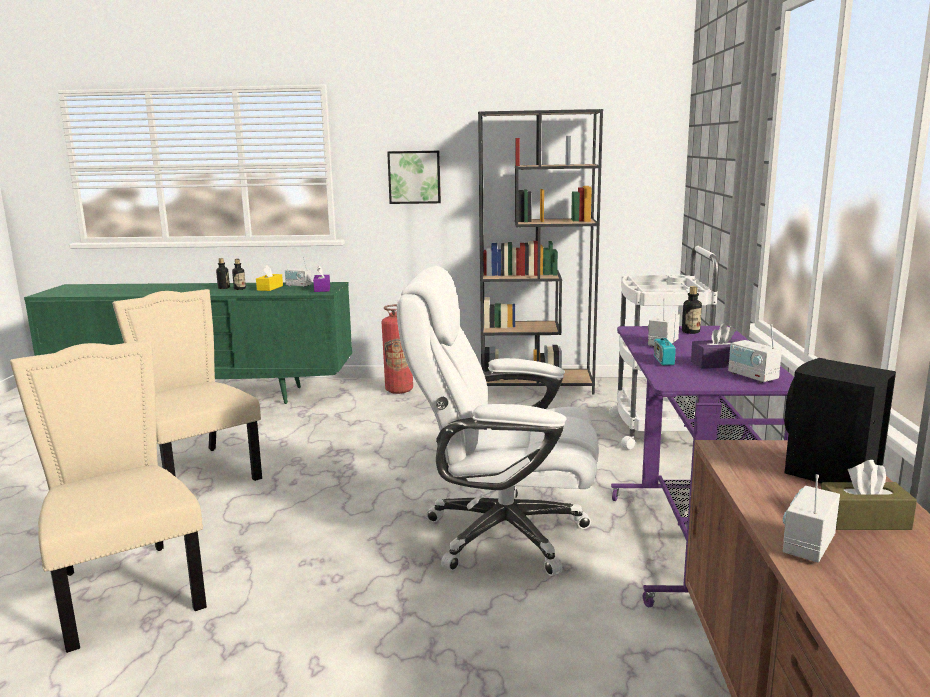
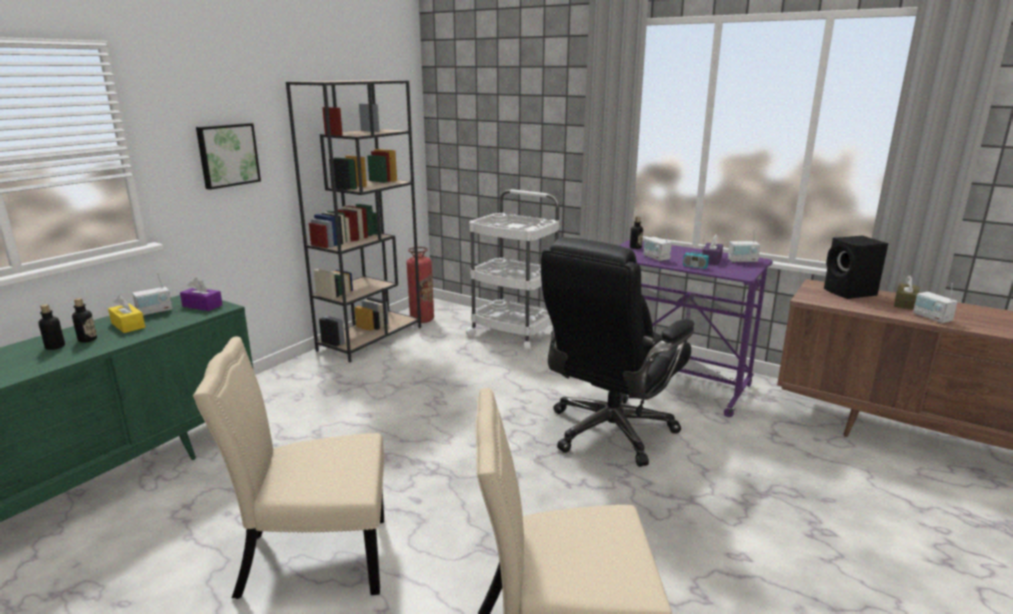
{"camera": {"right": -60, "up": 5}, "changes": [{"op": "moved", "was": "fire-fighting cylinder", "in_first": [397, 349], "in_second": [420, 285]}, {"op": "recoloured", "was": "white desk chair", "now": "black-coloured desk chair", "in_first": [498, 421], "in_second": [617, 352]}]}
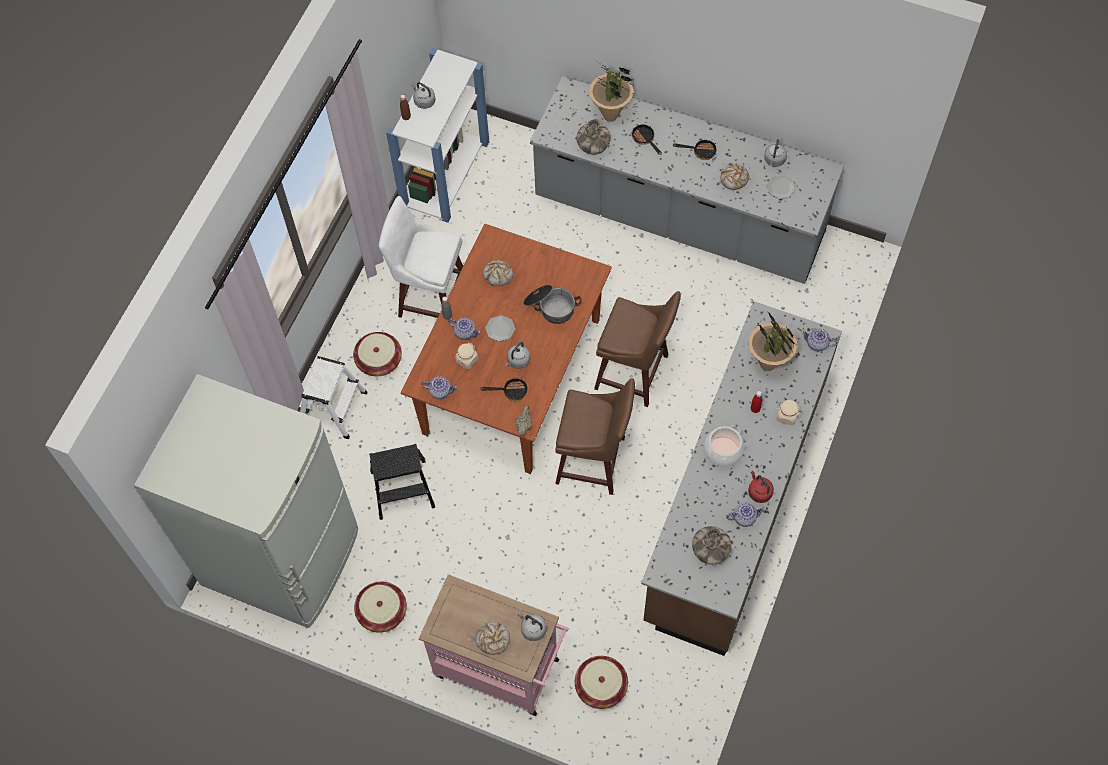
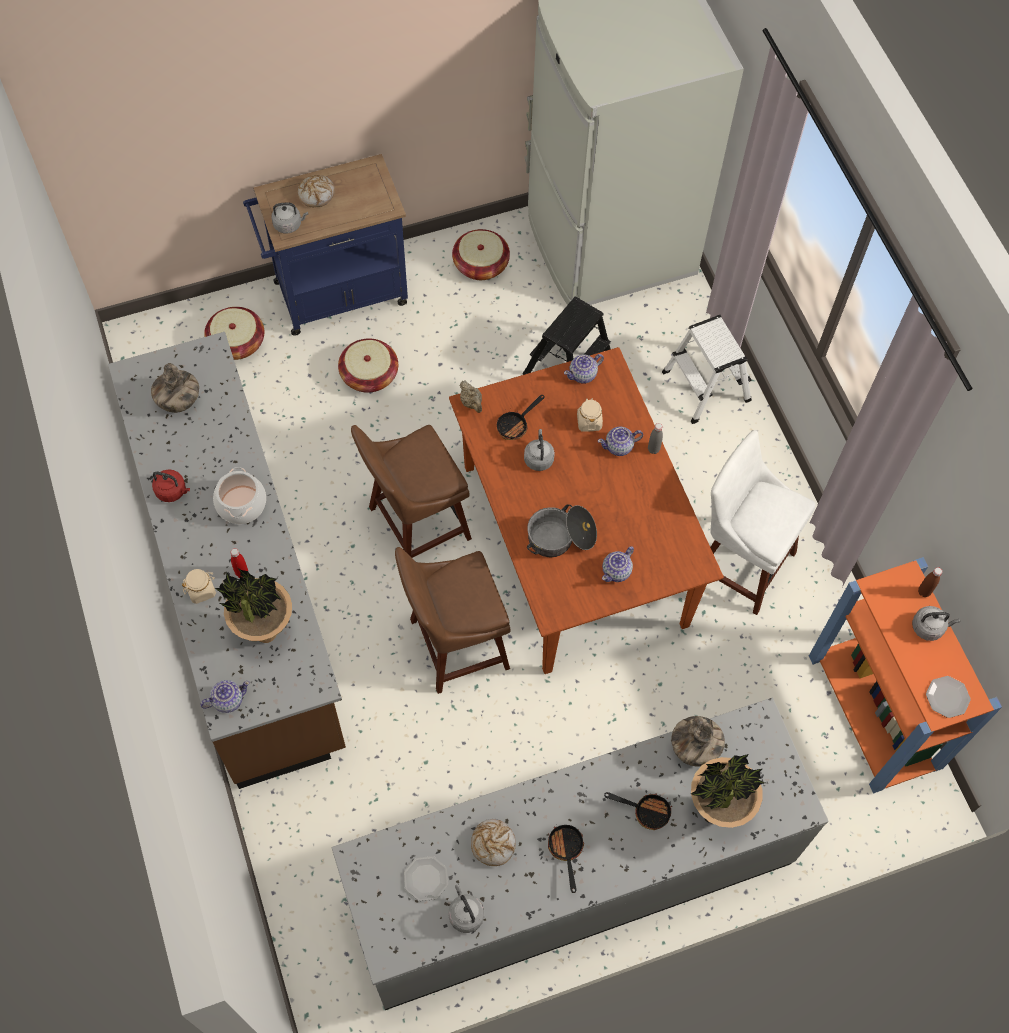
{"camera": {"right": 135, "up": 0}, "changes": [{"op": "recoloured", "was": "pink-coloured cart", "now": "bluish cart", "in_first": [494, 645], "in_second": [325, 245]}, {"op": "moved", "was": "storage basket", "in_first": [377, 354], "in_second": [368, 365]}, {"op": "turned", "was": "pan", "in_first": [695, 149], "in_second": [566, 859], "clockwise": 120}, {"op": "moved", "was": "pot for tea", "in_first": [746, 515], "in_second": [618, 564]}, {"op": "turned", "was": "white plain chair", "in_first": [421, 257], "in_second": [763, 522], "clockwise": -120}, {"op": "recoloured", "was": "white bookshelf", "now": "orangey bookshelf", "in_first": [437, 135], "in_second": [905, 675]}, {"op": "moved", "was": "plate", "in_first": [500, 328], "in_second": [948, 697]}, {"op": "removed", "was": "baked bread", "in_first": [498, 273]}]}
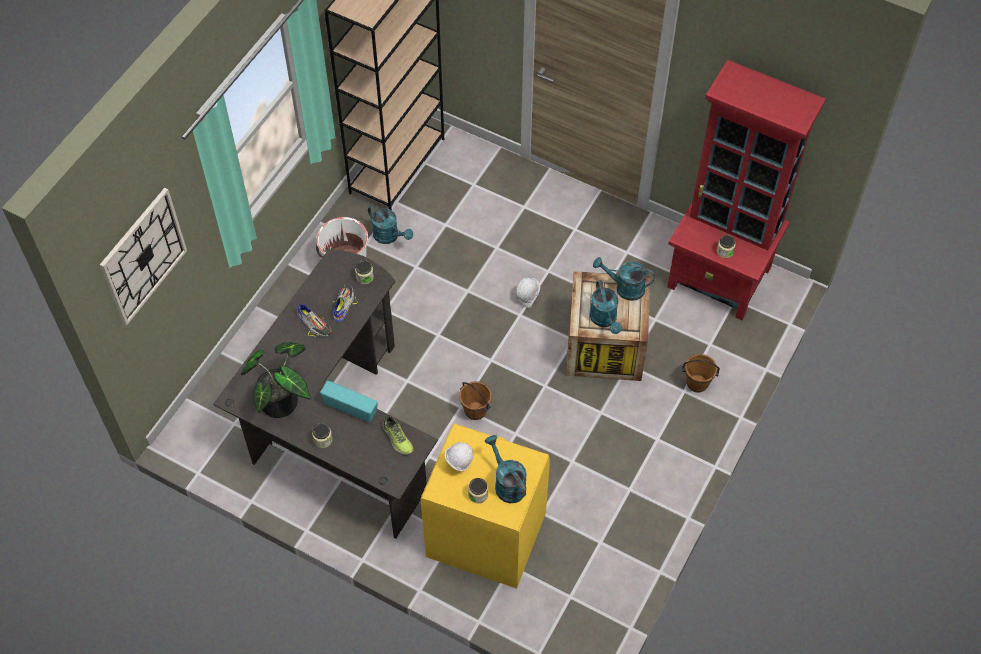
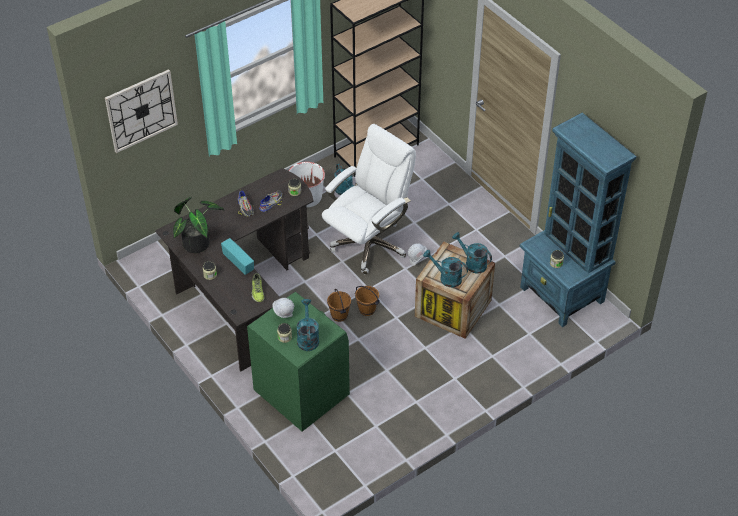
{"camera": {"right": 25, "up": -10}, "changes": [{"op": "recoloured", "was": "yellowish laundry appliance", "now": "green laundry appliance", "in_first": [485, 506], "in_second": [298, 362]}, {"op": "added", "now": "white desk chair", "in_second": [369, 199]}, {"op": "moved", "was": "brown-coloured bucket", "in_first": [701, 373], "in_second": [367, 301]}, {"op": "turned", "was": "turquoise-coloured watering pot", "in_first": [606, 307], "in_second": [445, 268], "clockwise": 105}, {"op": "recoloured", "was": "reddish storage cabinet", "now": "bluish storage cabinet", "in_first": [746, 190], "in_second": [578, 220]}]}
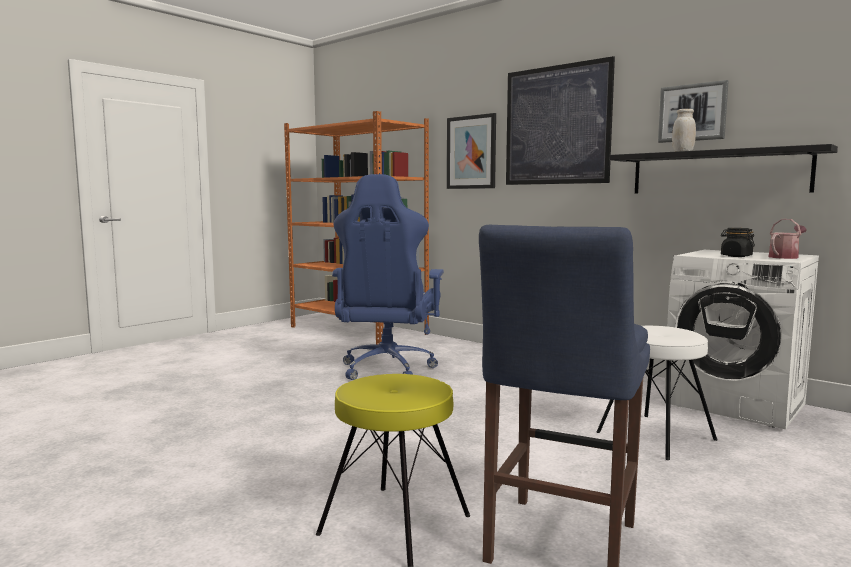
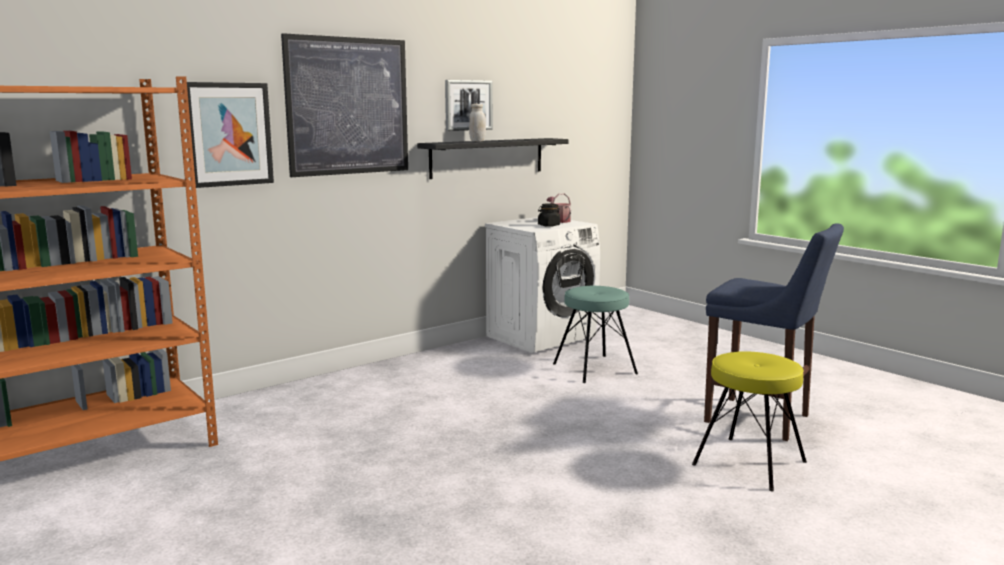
{"camera": {"right": -80, "up": 5}, "changes": [{"op": "recoloured", "was": "white stool seat", "now": "turquoise-coloured stool seat", "in_first": [656, 393], "in_second": [595, 334]}, {"op": "removed", "was": "bluish desk chair", "in_first": [388, 277]}]}
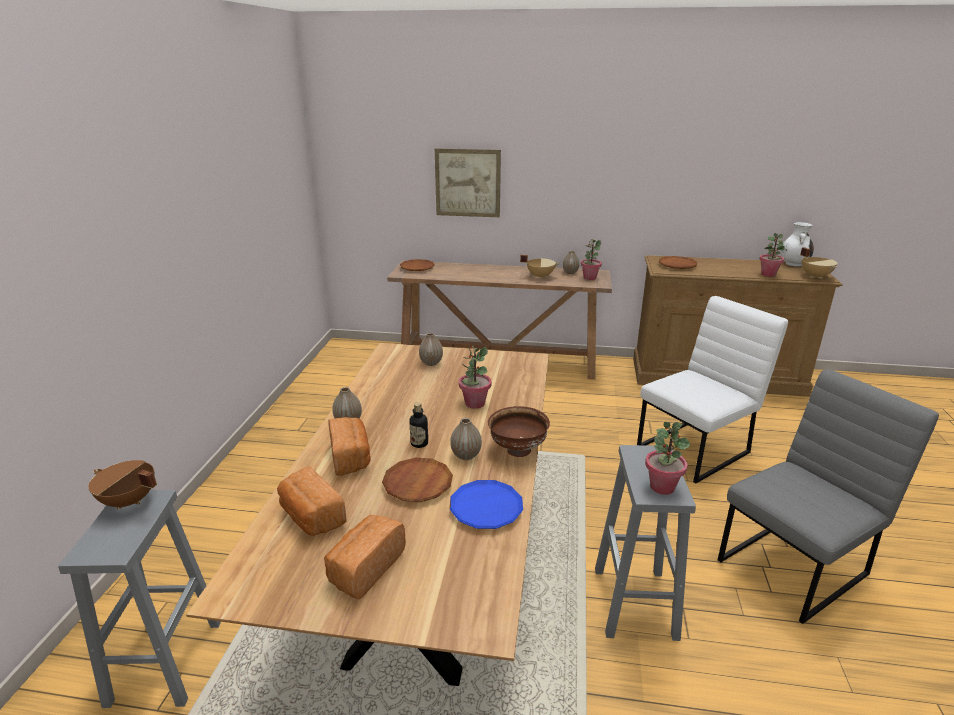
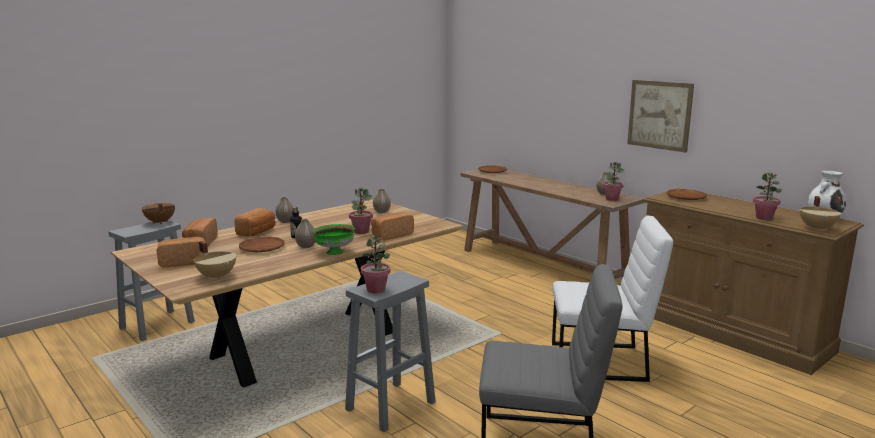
{"camera": {"right": 40, "up": -10}, "changes": [{"op": "moved", "was": "sand-coloured saucepot", "in_first": [540, 267], "in_second": [214, 260]}, {"op": "recoloured", "was": "brown-coloured deep dish", "now": "green deep dish", "in_first": [519, 431], "in_second": [333, 239]}, {"op": "added", "now": "baked bread", "in_second": [392, 226]}, {"op": "moved", "was": "wall picture", "in_first": [468, 182], "in_second": [660, 116]}, {"op": "removed", "was": "bluish plate", "in_first": [486, 504]}]}
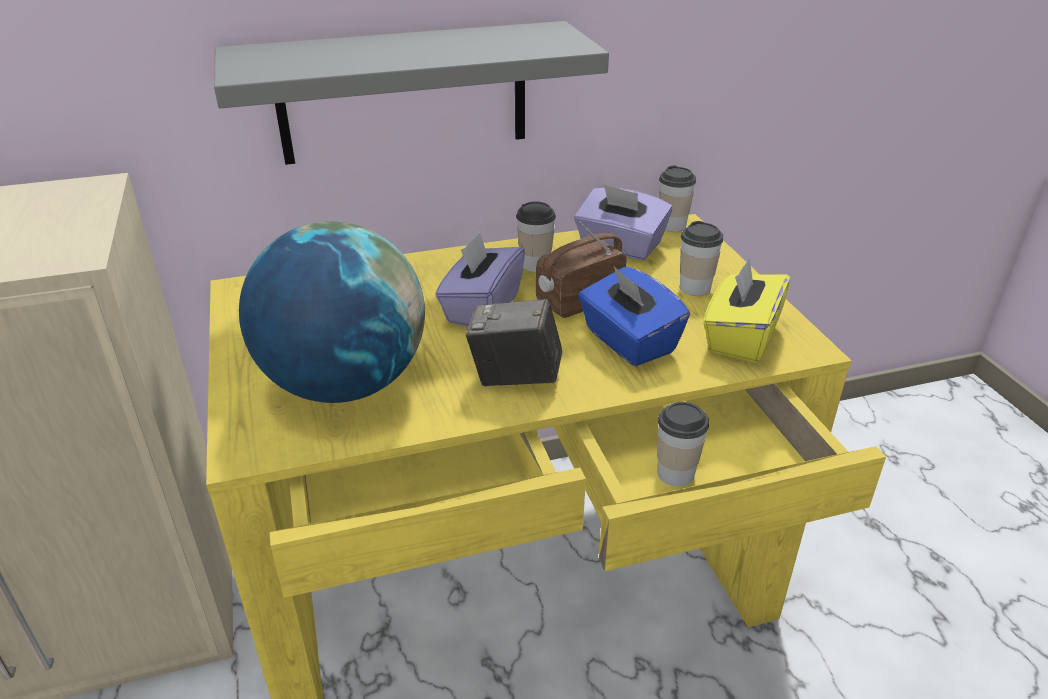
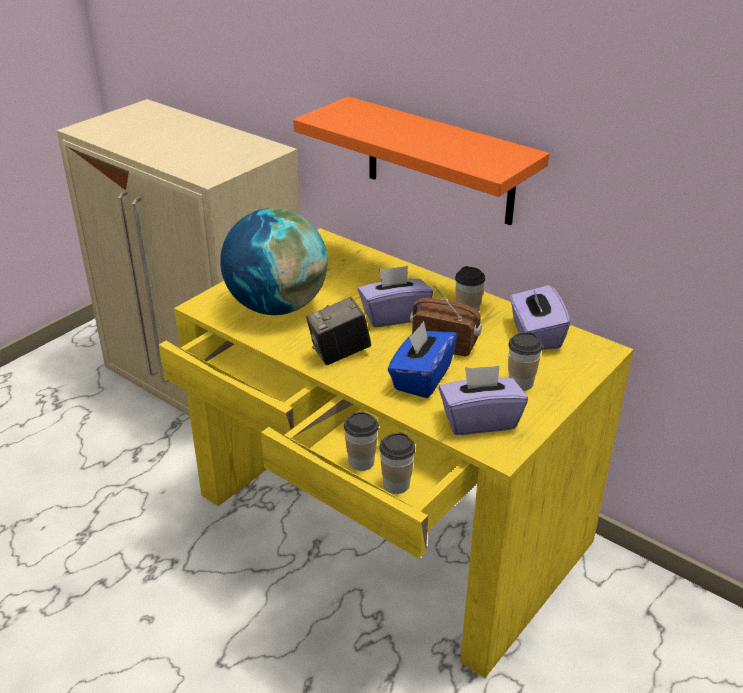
{"camera": {"right": 55, "up": 0}, "changes": [{"op": "recoloured", "was": "greyish wall shelf", "now": "orangey wall shelf", "in_first": [411, 93], "in_second": [421, 160]}, {"op": "turned", "was": "photo camera", "in_first": [514, 342], "in_second": [338, 331], "clockwise": -90}, {"op": "moved", "was": "small cup", "in_first": [677, 198], "in_second": [397, 463]}, {"op": "recoloured", "was": "yellowish box of tissues", "now": "purple box of tissues", "in_first": [746, 310], "in_second": [483, 400]}]}
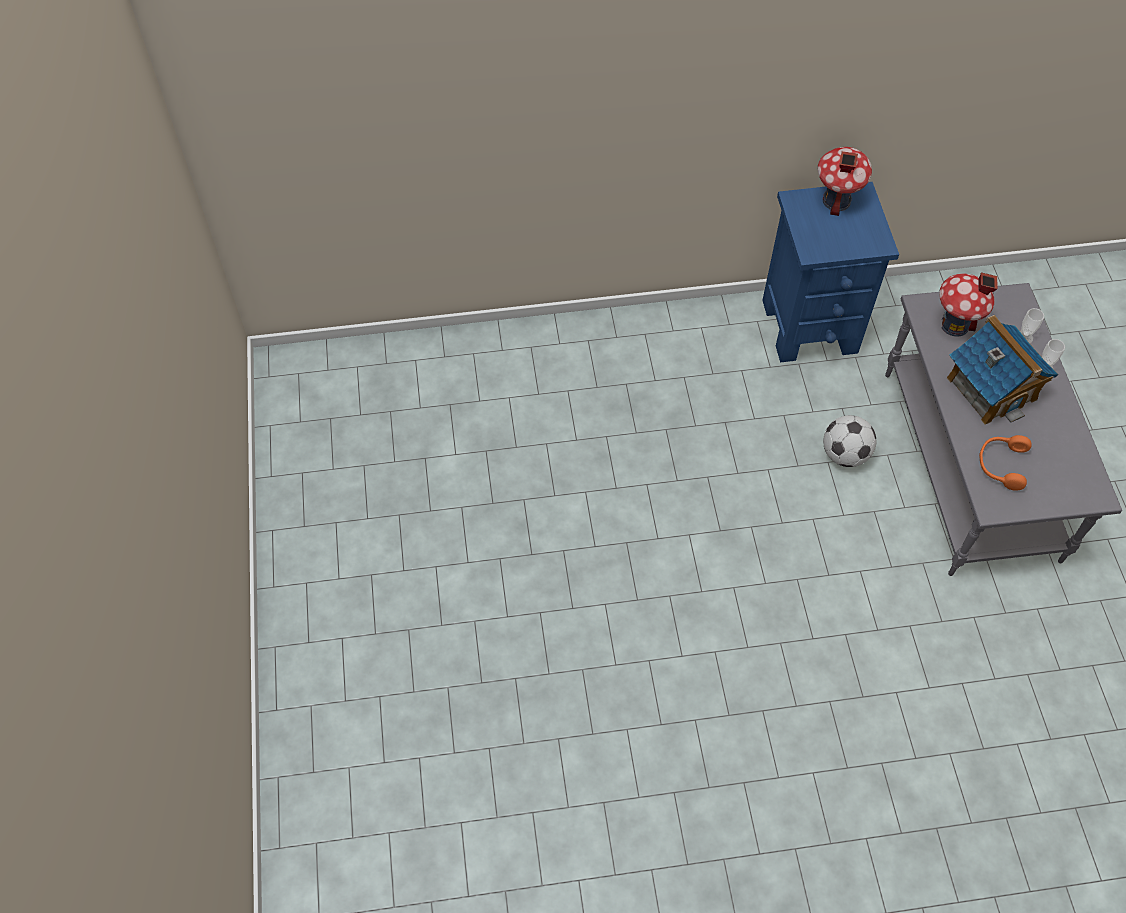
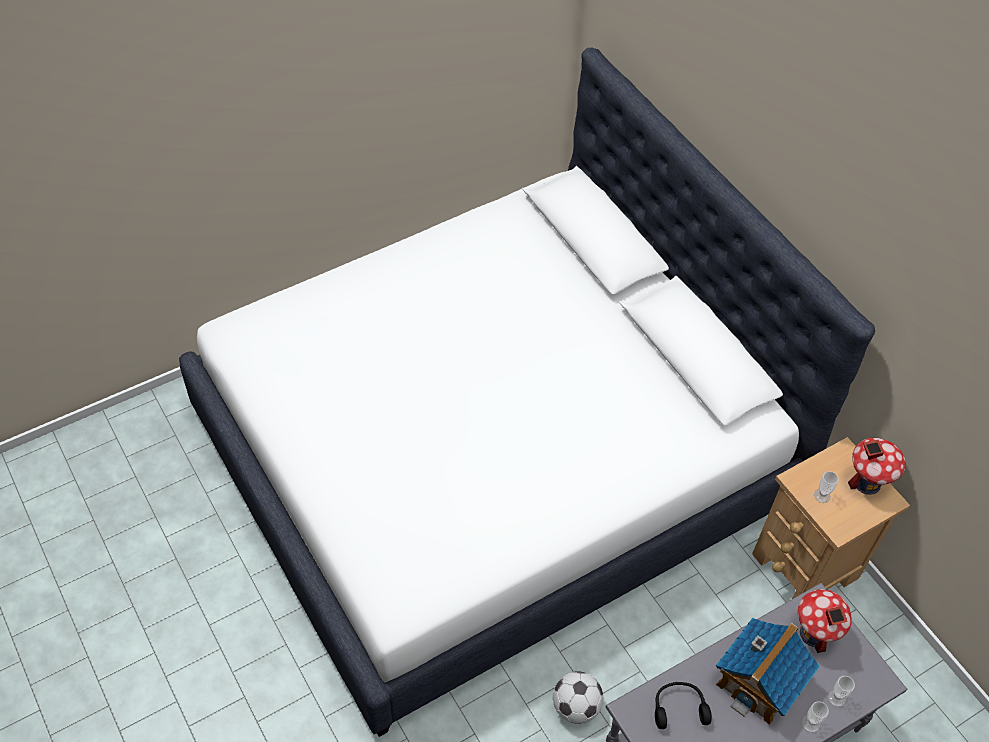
{"camera": {"right": 65, "up": -5}, "changes": [{"op": "added", "now": "white sleeping bed", "in_second": [527, 392]}, {"op": "moved", "was": "football ball", "in_first": [850, 441], "in_second": [578, 697]}, {"op": "recoloured", "was": "orangey headset", "now": "black-coloured headset", "in_first": [1005, 463], "in_second": [683, 705]}, {"op": "recoloured", "was": "bluish nightstand", "now": "sand-coloured nightstand", "in_first": [830, 272], "in_second": [831, 518]}, {"op": "added", "now": "small cup", "in_second": [826, 487]}]}
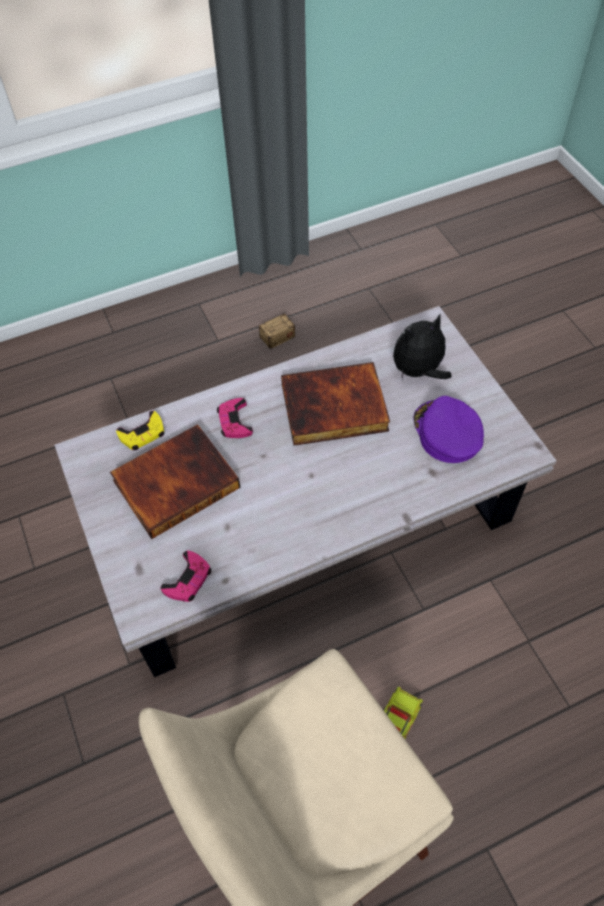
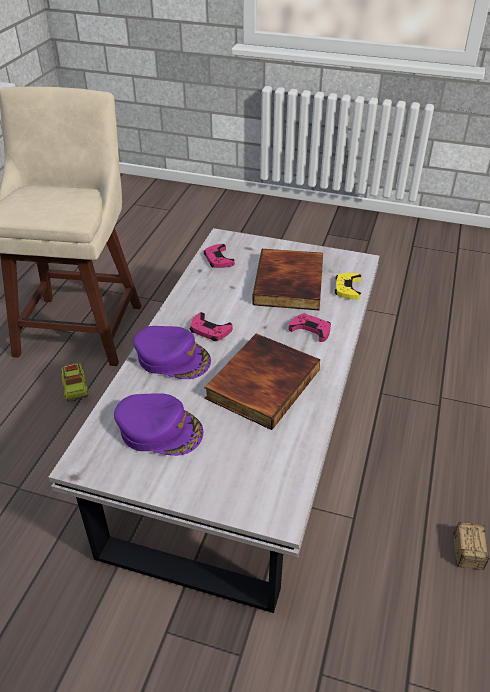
{"camera": {"right": 130, "up": -15}, "changes": [{"op": "added", "now": "purple baseball cap", "in_second": [172, 352]}, {"op": "added", "now": "pink-coloured game controller", "in_second": [211, 326]}, {"op": "removed", "was": "plush toy", "in_first": [422, 347]}]}
